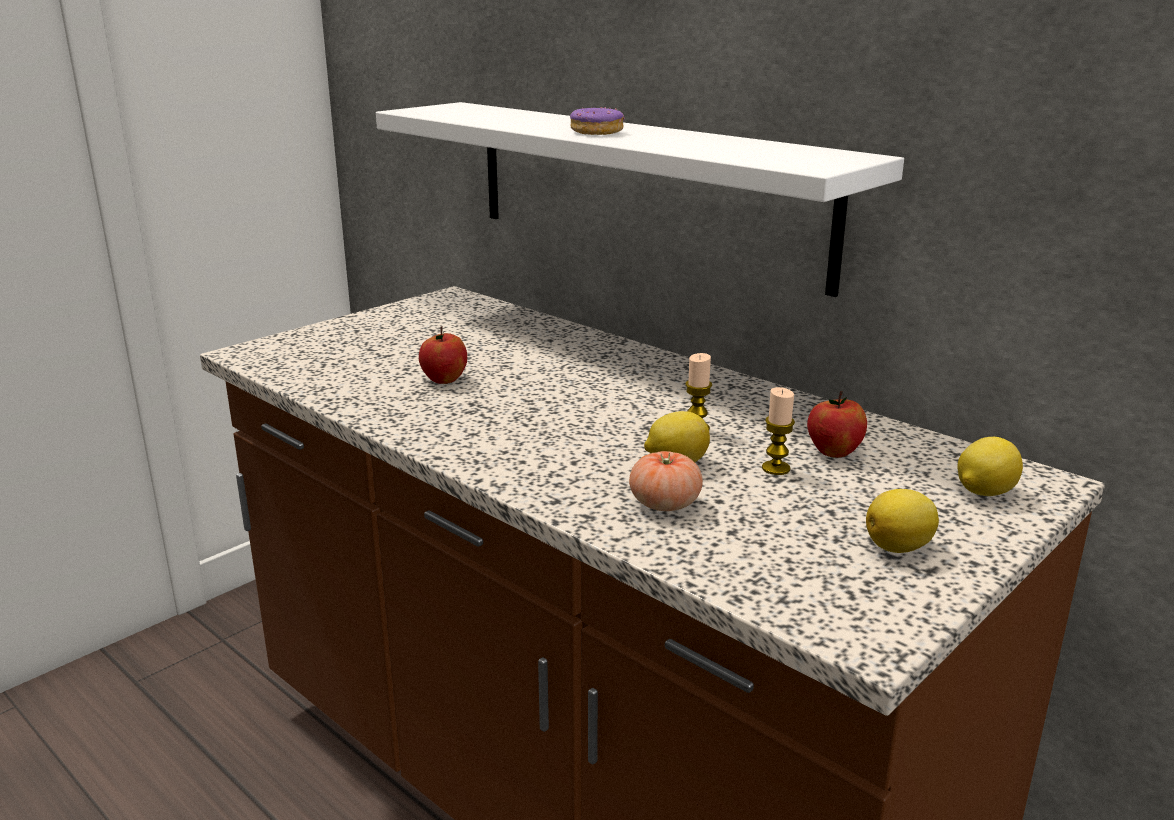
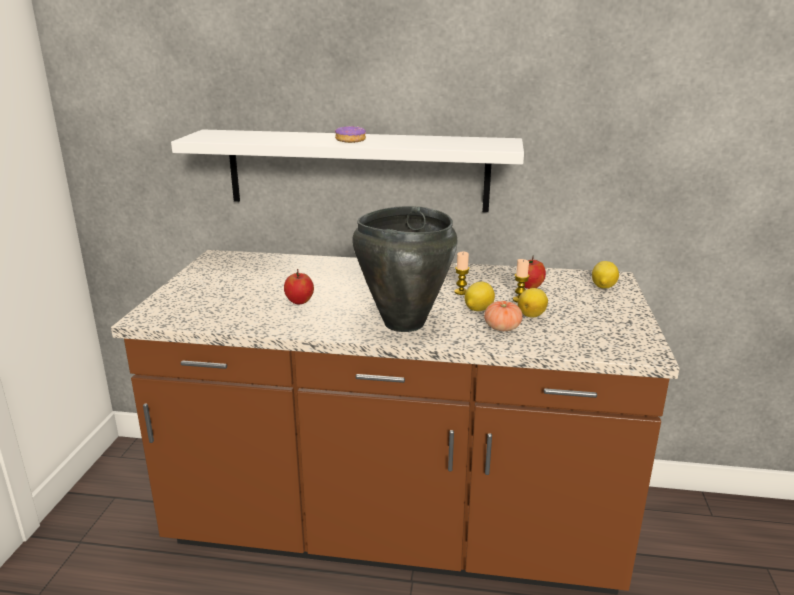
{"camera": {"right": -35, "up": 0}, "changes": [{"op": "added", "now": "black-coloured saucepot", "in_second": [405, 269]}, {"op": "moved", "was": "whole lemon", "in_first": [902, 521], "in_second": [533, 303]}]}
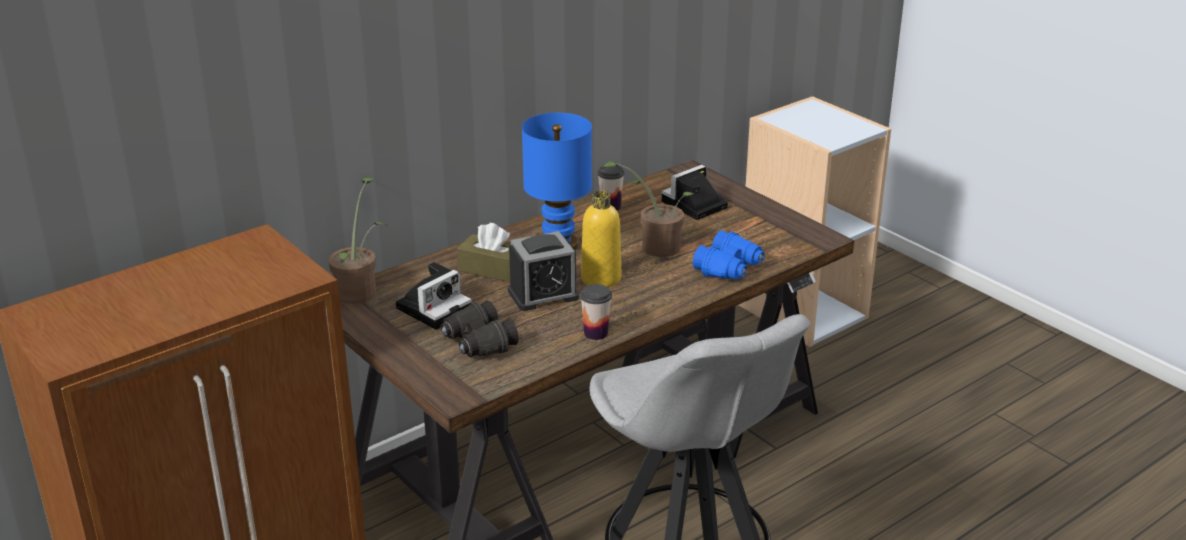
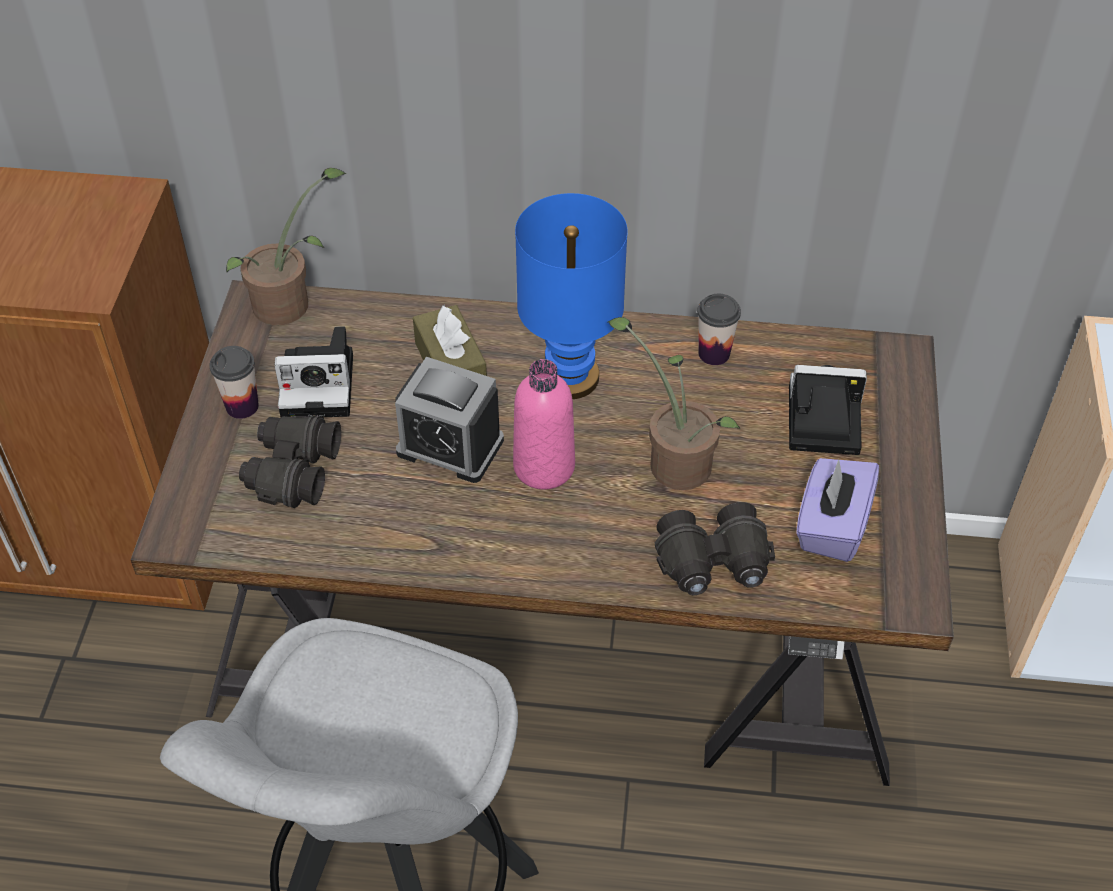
{"camera": {"right": 45, "up": 20}, "changes": [{"op": "moved", "was": "small cup", "in_first": [596, 312], "in_second": [234, 382]}, {"op": "recoloured", "was": "yellowish drink bottle", "now": "pink-coloured drink bottle", "in_first": [601, 239], "in_second": [544, 424]}, {"op": "recoloured", "was": "bluish binoculars", "now": "black-coloured binoculars", "in_first": [729, 255], "in_second": [715, 548]}, {"op": "added", "now": "purple box of tissues", "in_second": [837, 510]}]}
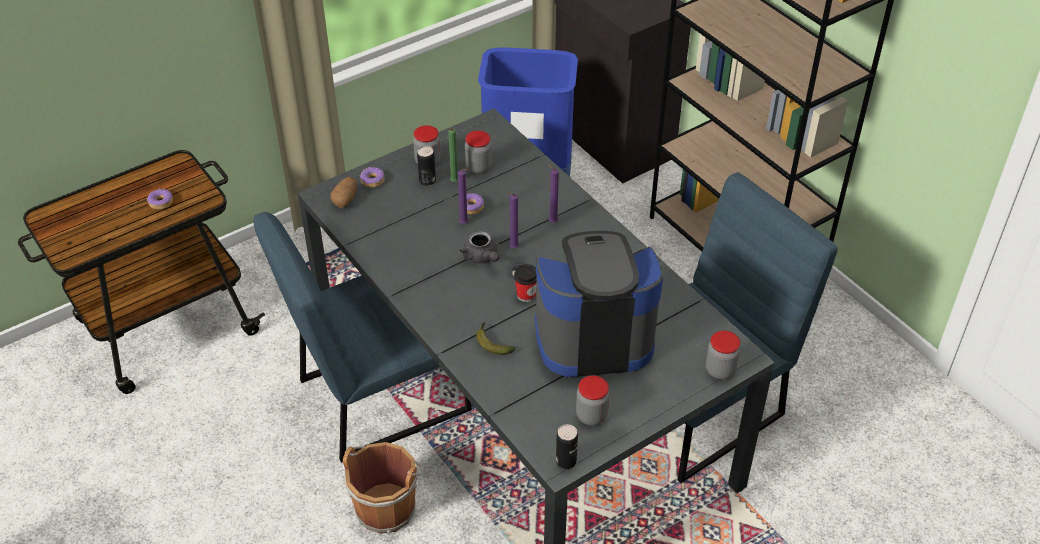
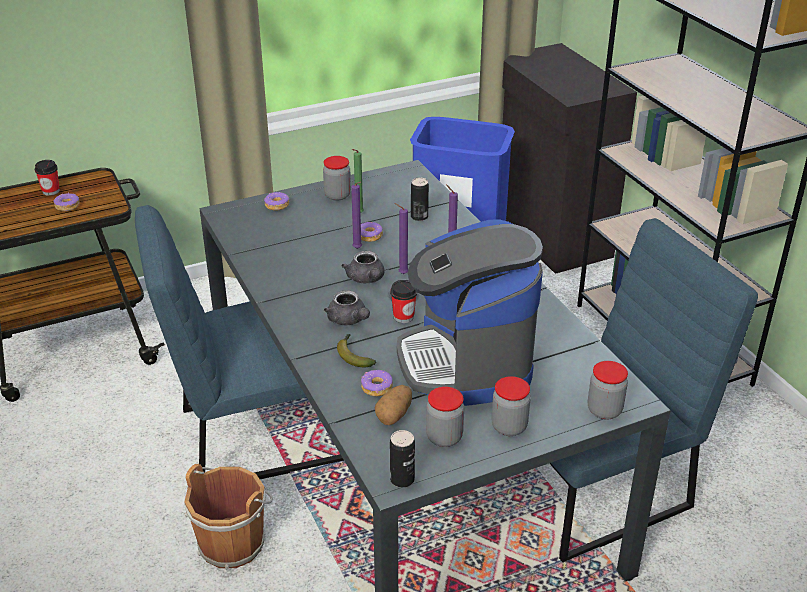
{"camera": {"right": 10, "up": -10}, "changes": [{"op": "added", "now": "small cup", "in_second": [47, 178]}, {"op": "added", "now": "greyish pot for tea", "in_second": [347, 307]}, {"op": "added", "now": "donut", "in_second": [377, 383]}, {"op": "moved", "was": "potato", "in_first": [343, 192], "in_second": [393, 405]}, {"op": "turned", "was": "coffee brewer", "in_first": [599, 304], "in_second": [470, 312], "clockwise": -105}, {"op": "moved", "was": "metal can", "in_first": [426, 166], "in_second": [420, 199]}, {"op": "moved", "was": "preserve jar", "in_first": [478, 152], "in_second": [511, 406]}]}
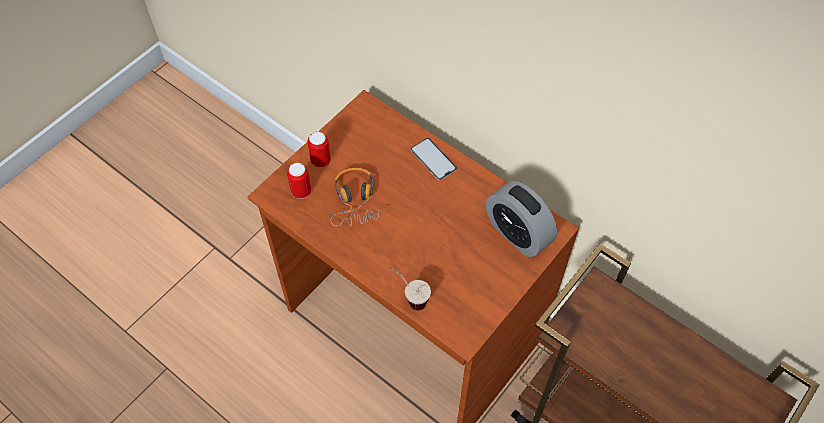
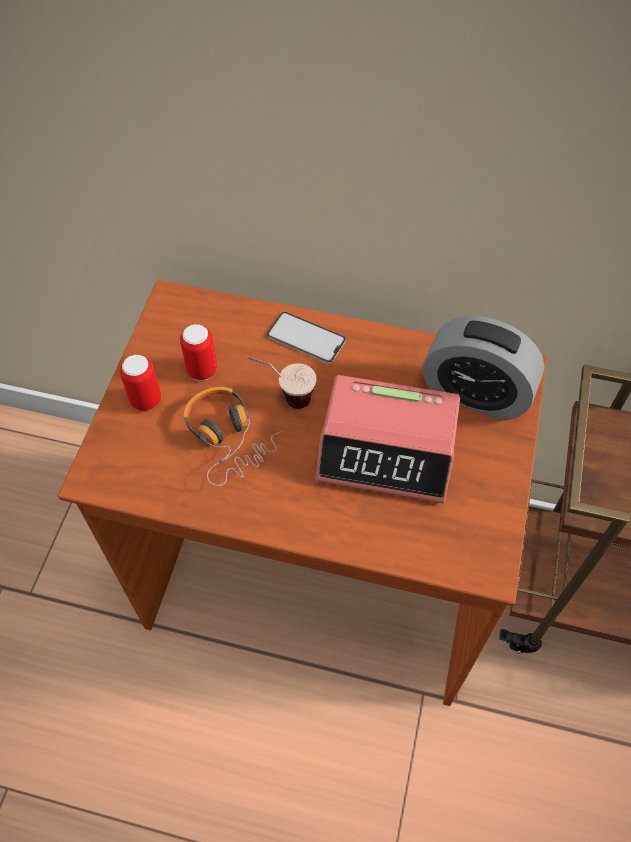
{"camera": {"right": -25, "up": 0}, "changes": [{"op": "moved", "was": "metal can", "in_first": [299, 181], "in_second": [198, 352]}, {"op": "moved", "was": "small cup", "in_first": [410, 288], "in_second": [282, 382]}, {"op": "added", "now": "bedside clock", "in_second": [388, 439]}]}
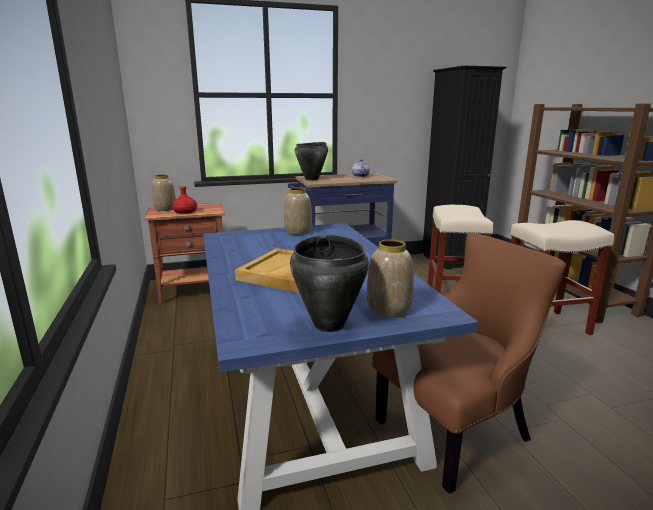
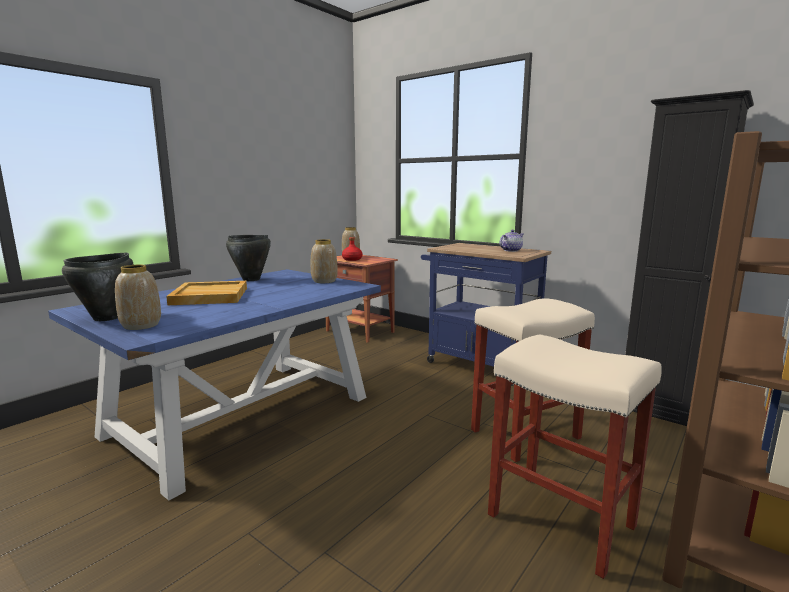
{"camera": {"right": 55, "up": -5}, "changes": [{"op": "moved", "was": "black-coloured saucepot", "in_first": [311, 161], "in_second": [248, 258]}, {"op": "removed", "was": "brown-coloured plain chair", "in_first": [469, 363]}]}
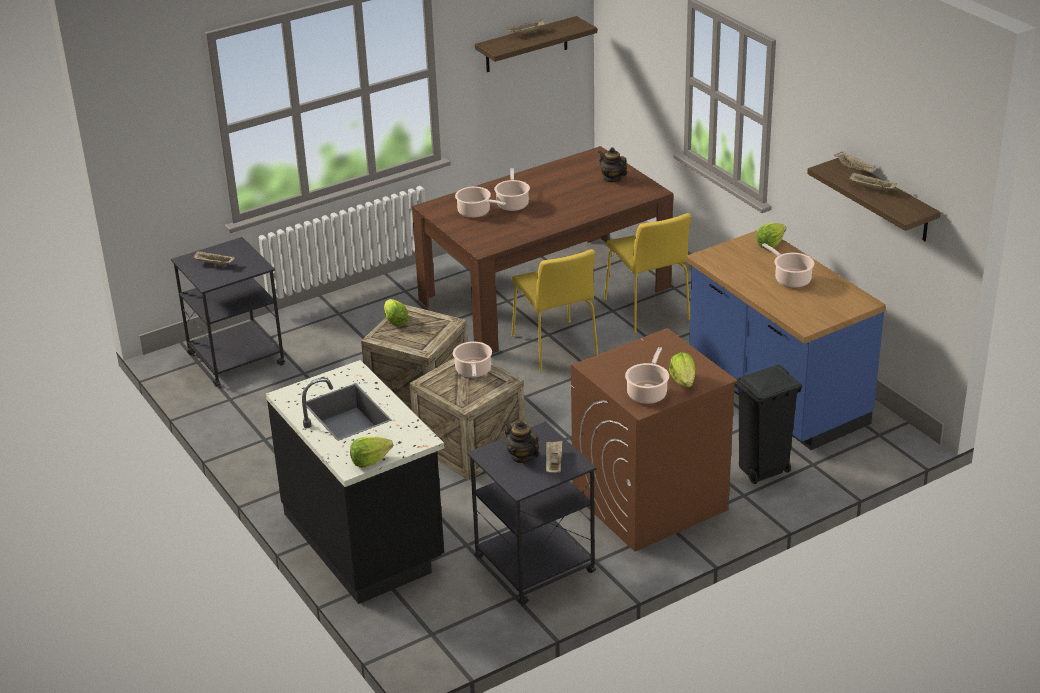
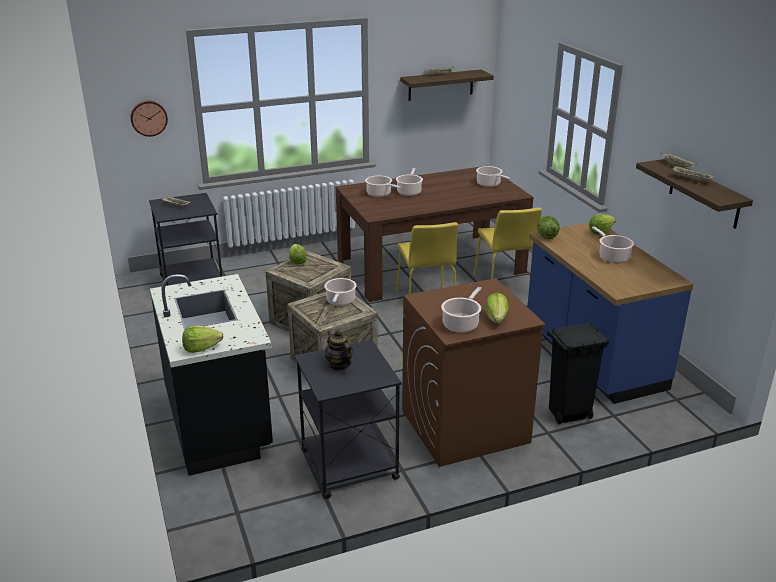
{"camera": {"right": 10, "up": -5}, "changes": [{"op": "added", "now": "clock on the wall", "in_second": [149, 119]}, {"op": "replaced", "was": "pot for tea", "now": "saucepot", "in_first": [612, 165], "in_second": [493, 176]}, {"op": "added", "now": "lettuce head", "in_second": [548, 227]}, {"op": "removed", "was": "sand-coloured tray", "in_first": [554, 457]}]}
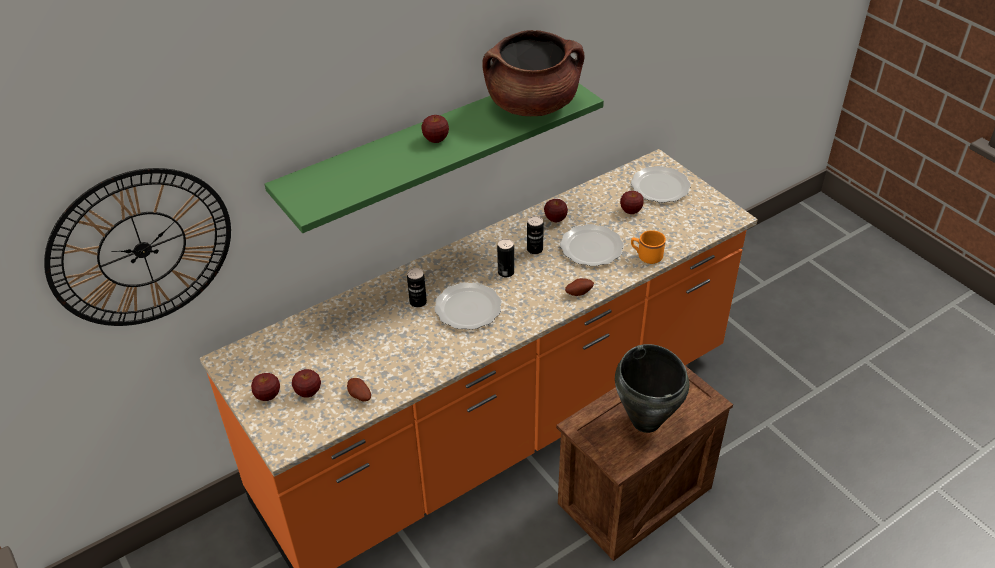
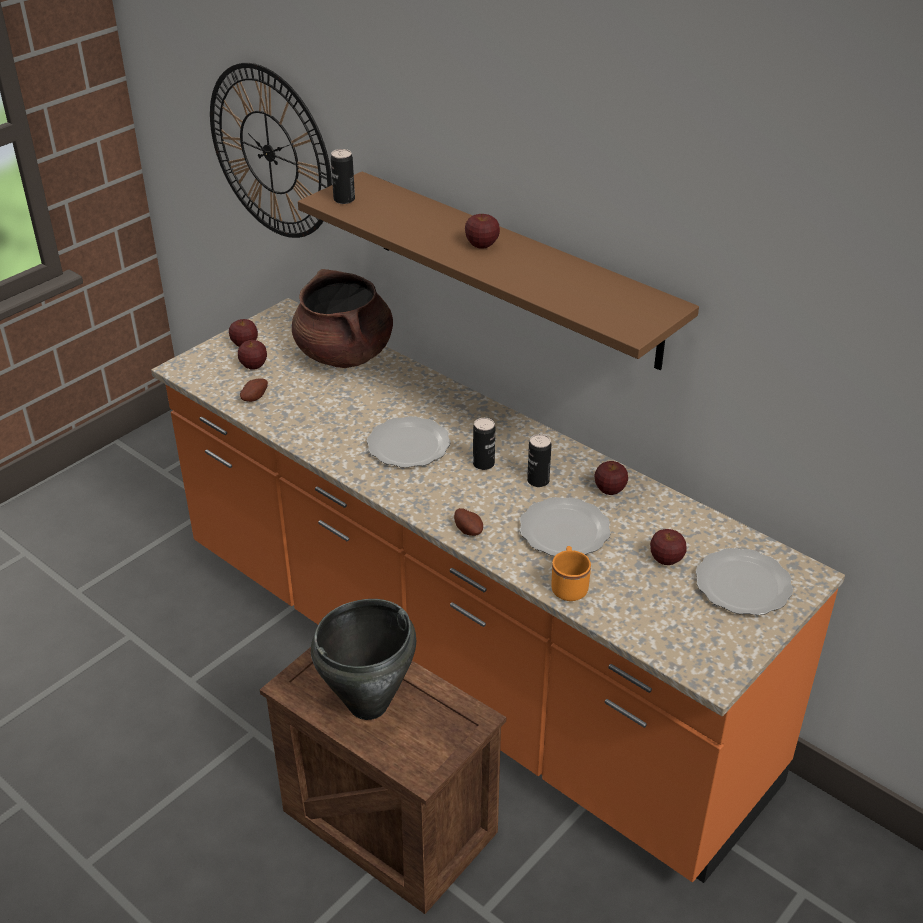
{"camera": {"right": 75, "up": -5}, "changes": [{"op": "moved", "was": "brown-coloured saucepot", "in_first": [533, 73], "in_second": [342, 318]}, {"op": "recoloured", "was": "green wall shelf", "now": "brown-coloured wall shelf", "in_first": [434, 158], "in_second": [498, 270]}, {"op": "moved", "was": "metal can", "in_first": [417, 287], "in_second": [343, 176]}]}
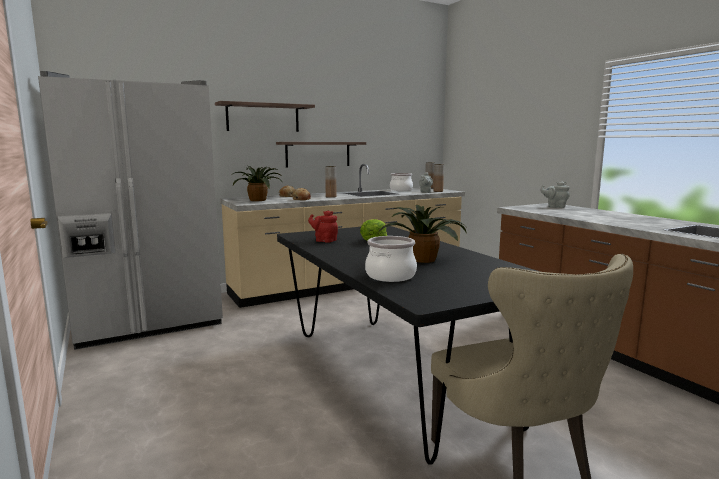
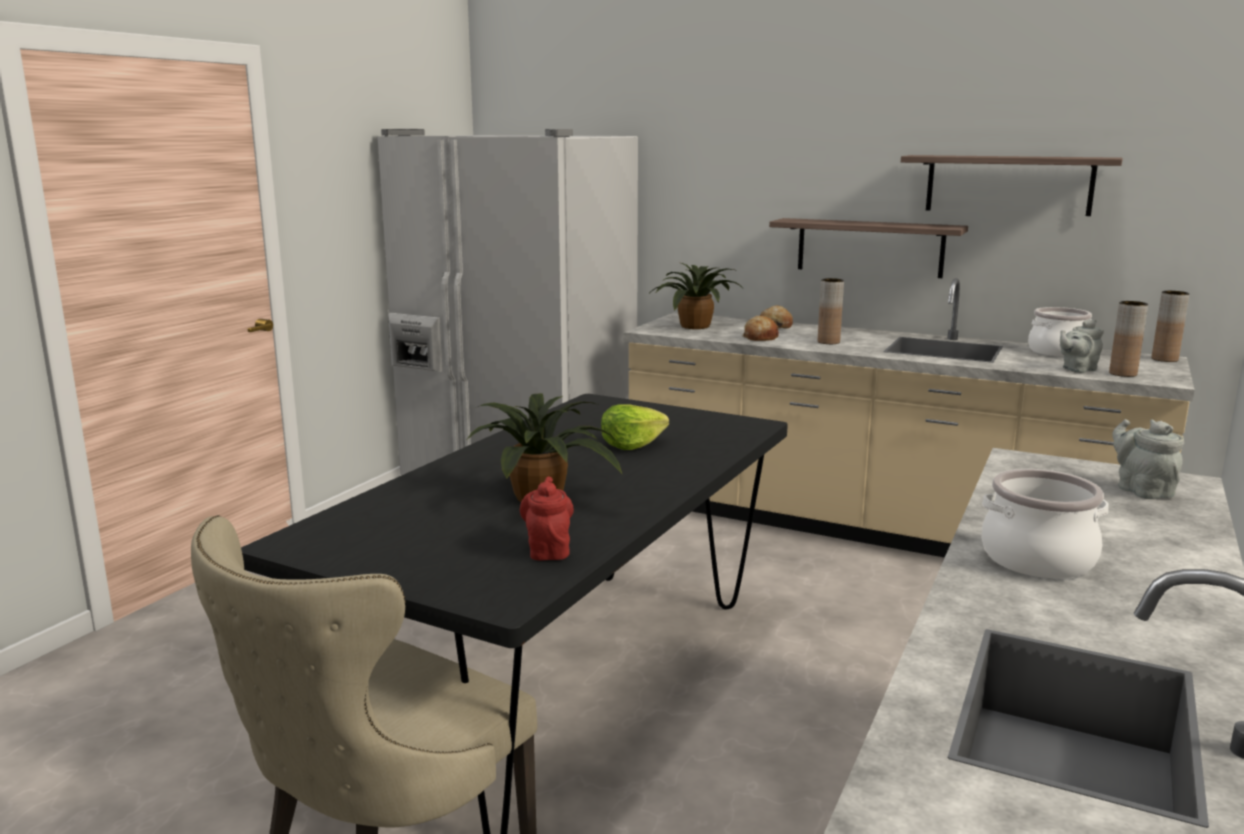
{"camera": {"right": 55, "up": 5}, "changes": [{"op": "moved", "was": "reddish pot for tea", "in_first": [323, 226], "in_second": [547, 518]}, {"op": "moved", "was": "wall shelf", "in_first": [265, 116], "in_second": [1012, 185]}, {"op": "moved", "was": "saucepot", "in_first": [391, 259], "in_second": [1045, 524]}]}
